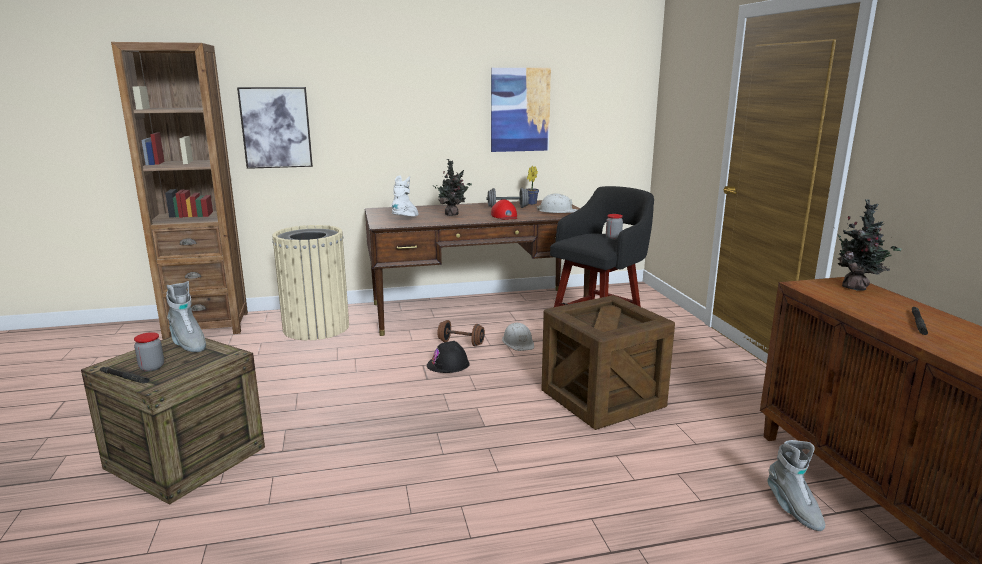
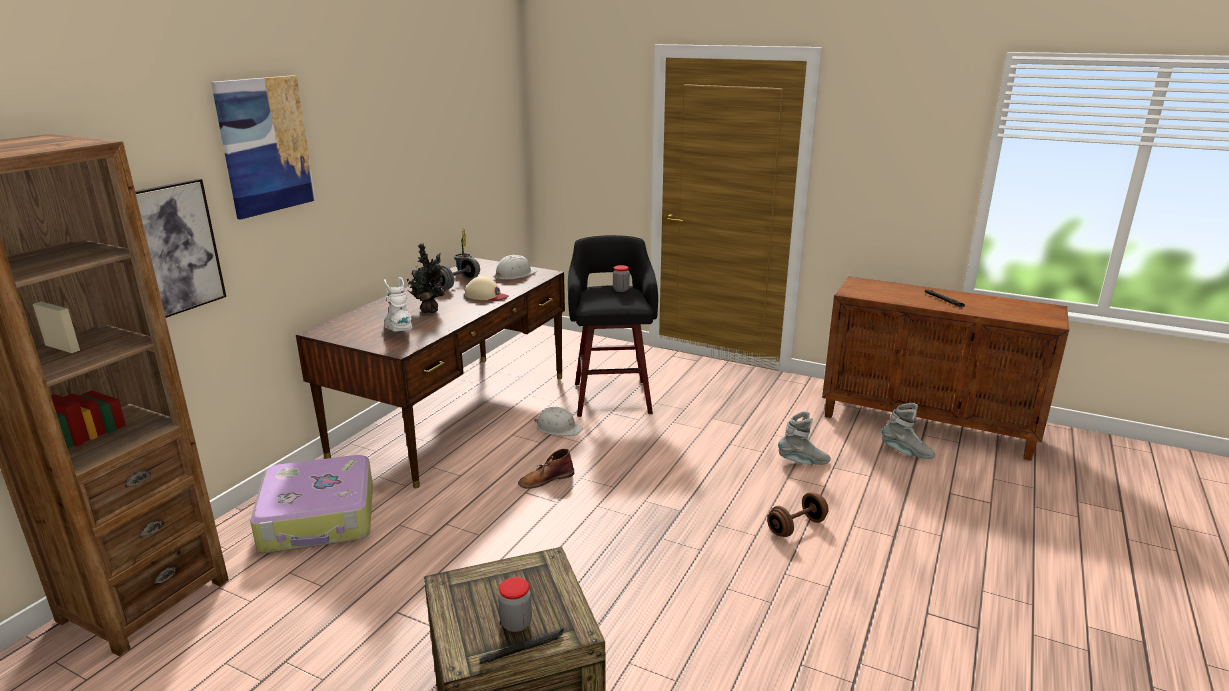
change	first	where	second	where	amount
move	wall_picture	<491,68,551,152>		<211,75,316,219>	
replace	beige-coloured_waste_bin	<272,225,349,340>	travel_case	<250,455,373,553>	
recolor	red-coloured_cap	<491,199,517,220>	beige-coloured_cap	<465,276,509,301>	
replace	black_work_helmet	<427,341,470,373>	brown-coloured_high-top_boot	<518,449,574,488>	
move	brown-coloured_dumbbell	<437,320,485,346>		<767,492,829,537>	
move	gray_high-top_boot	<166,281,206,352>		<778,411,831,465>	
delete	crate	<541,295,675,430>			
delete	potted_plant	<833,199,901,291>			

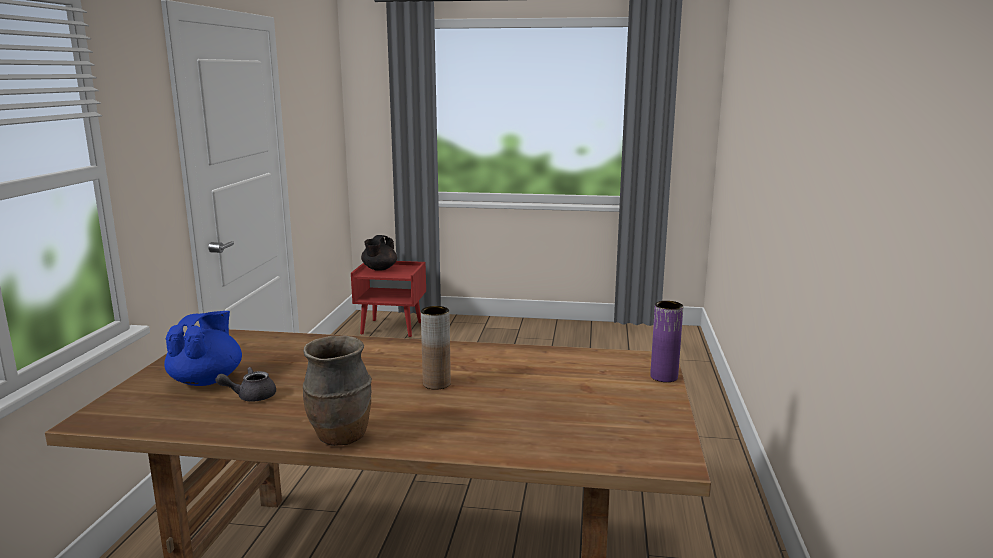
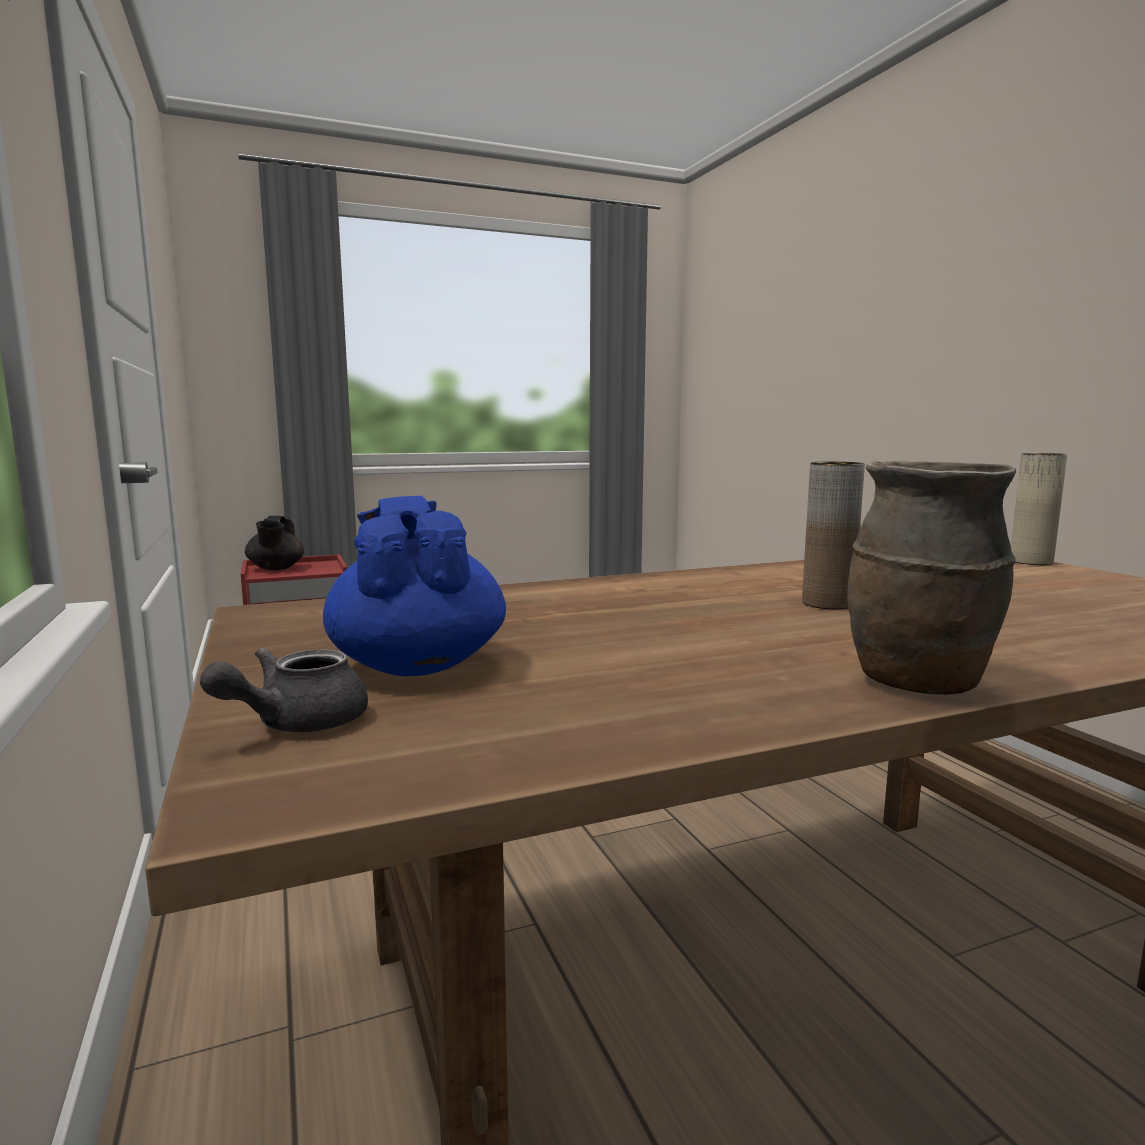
change	first	where	second	where	amount
move	gray_tea_pot	<215,367,276,401>		<200,648,368,732>	
recolor	purplish_decorative_vase	<650,301,683,382>	beige-coloured_decorative_vase	<1011,453,1067,565>	

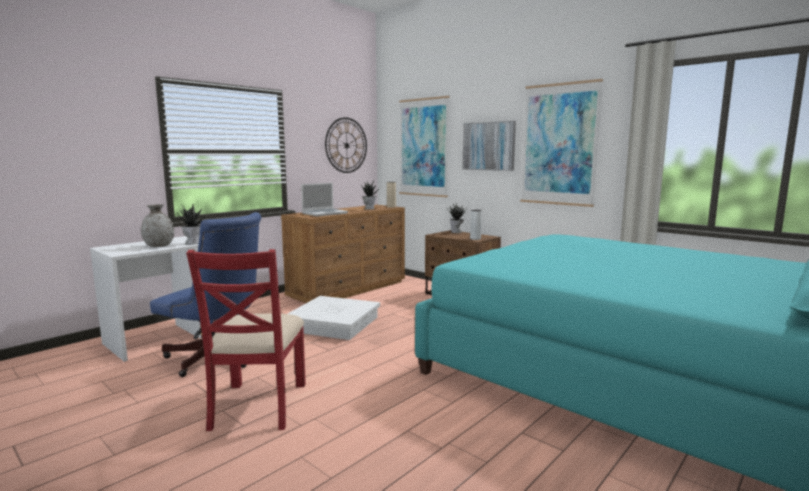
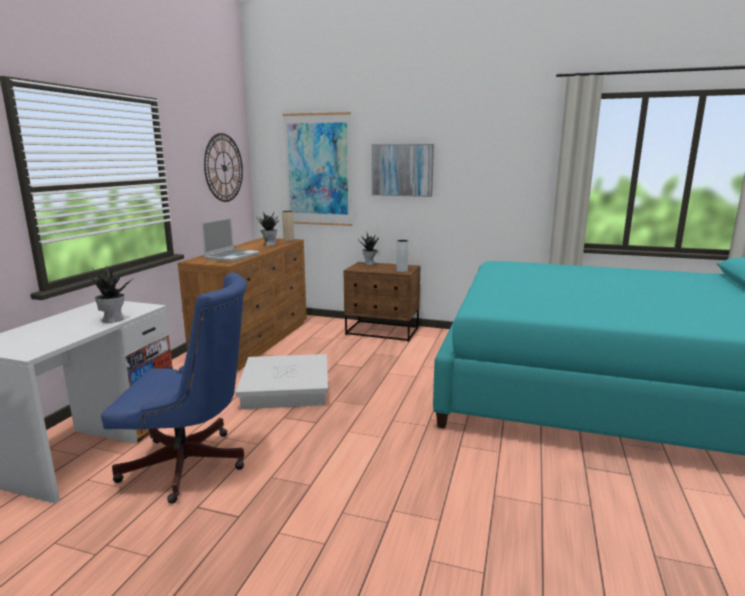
change	first	where	second	where	amount
delete	gray_decorative_vase	<141,204,174,247>			
delete	red-coloured_upright_chair	<186,249,306,431>			
delete	wall_picture	<520,79,603,207>			

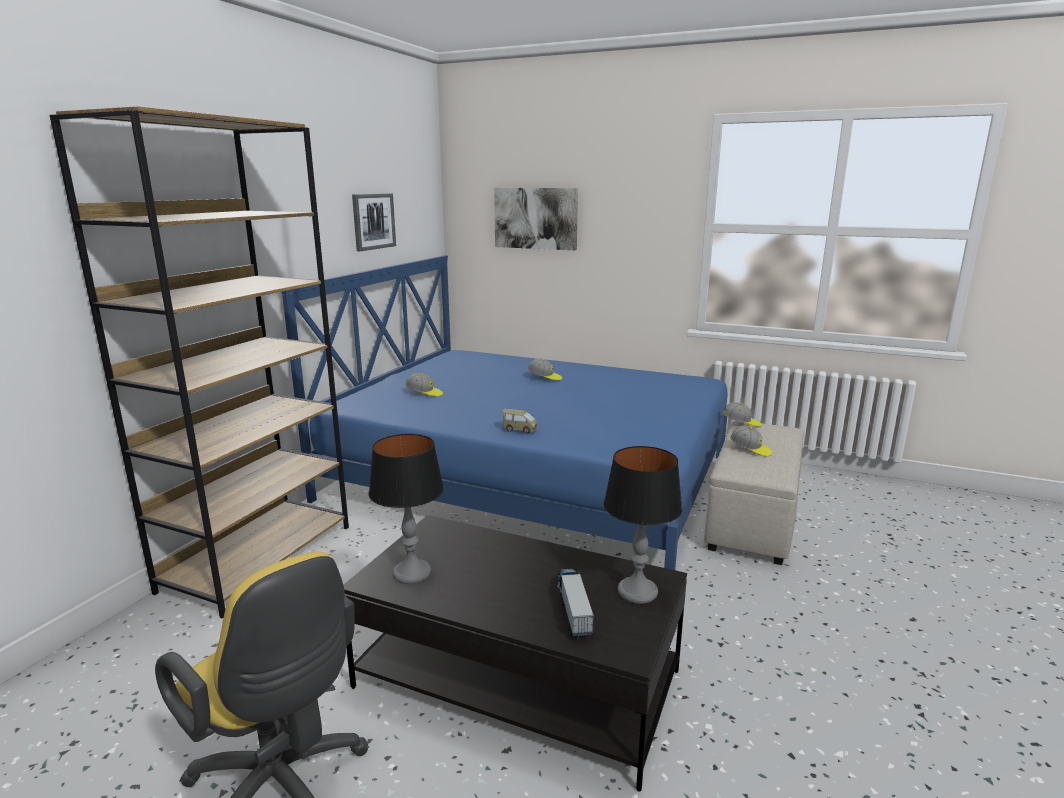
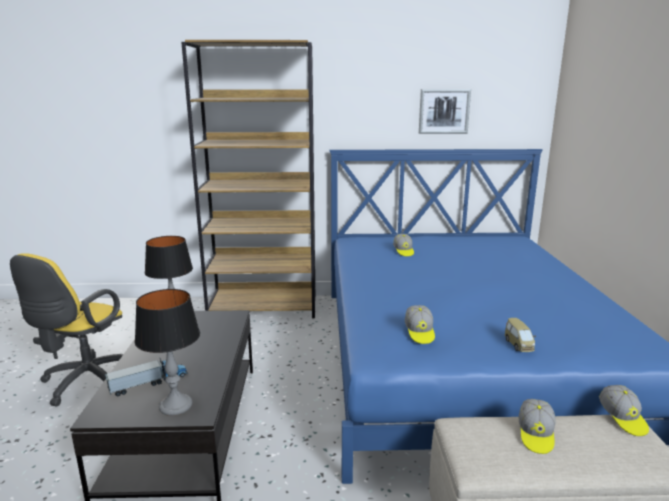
change	first	where	second	where	amount
move	cap	<528,358,562,381>		<405,305,435,344>	
move	miniature_car	<502,409,538,434>		<505,318,536,352>	
delete	wall_picture	<494,188,578,250>			

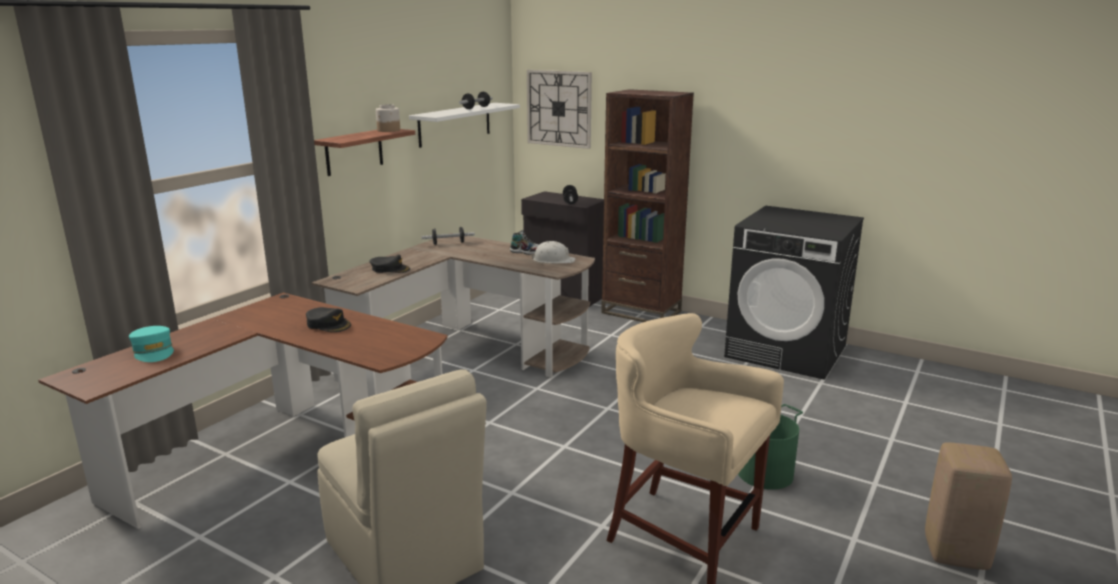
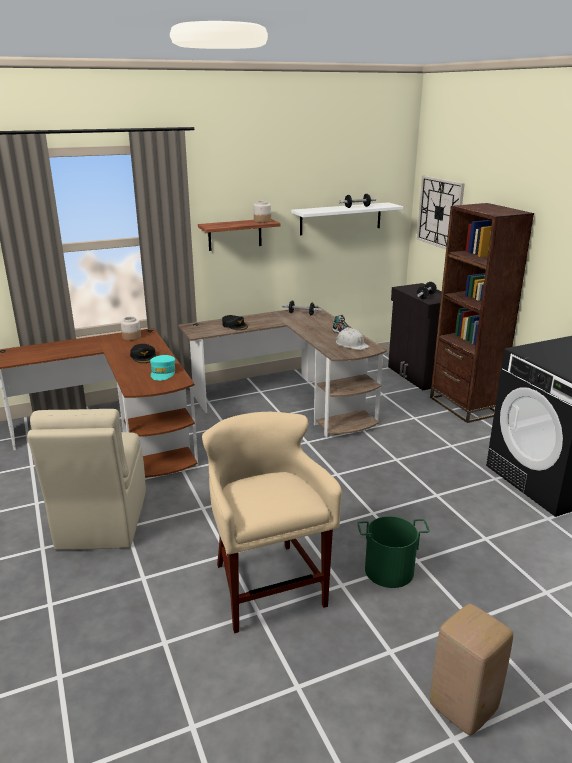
change	first	where	second	where	amount
insert			storage_jar	<121,317,141,341>	
move	turquoise-coloured_cap	<129,326,174,362>		<150,355,175,381>	

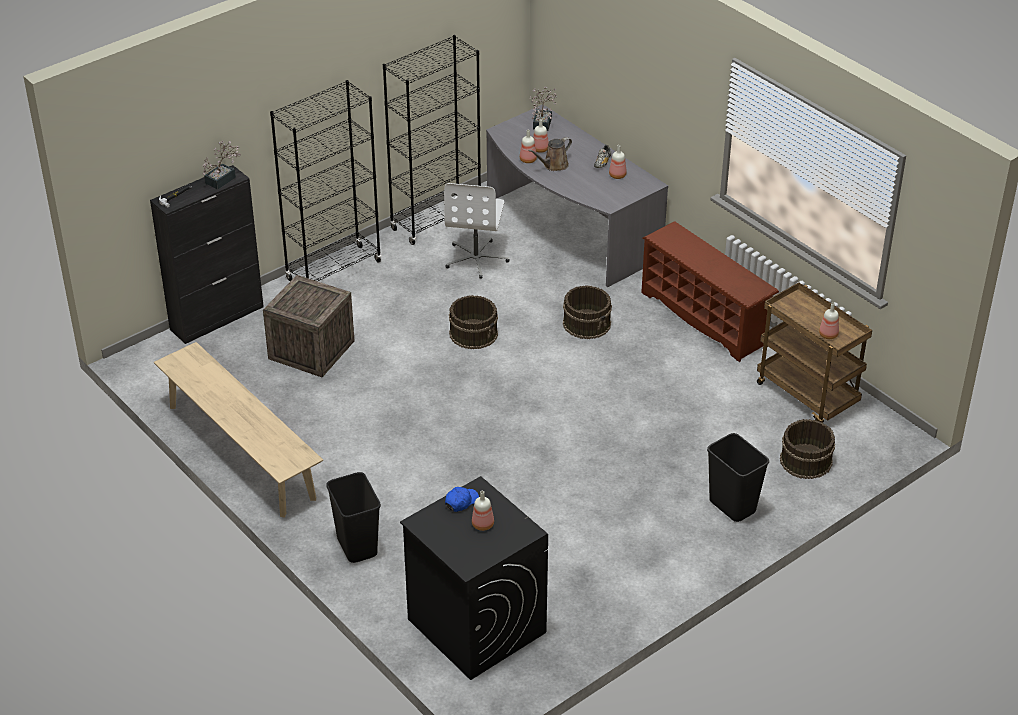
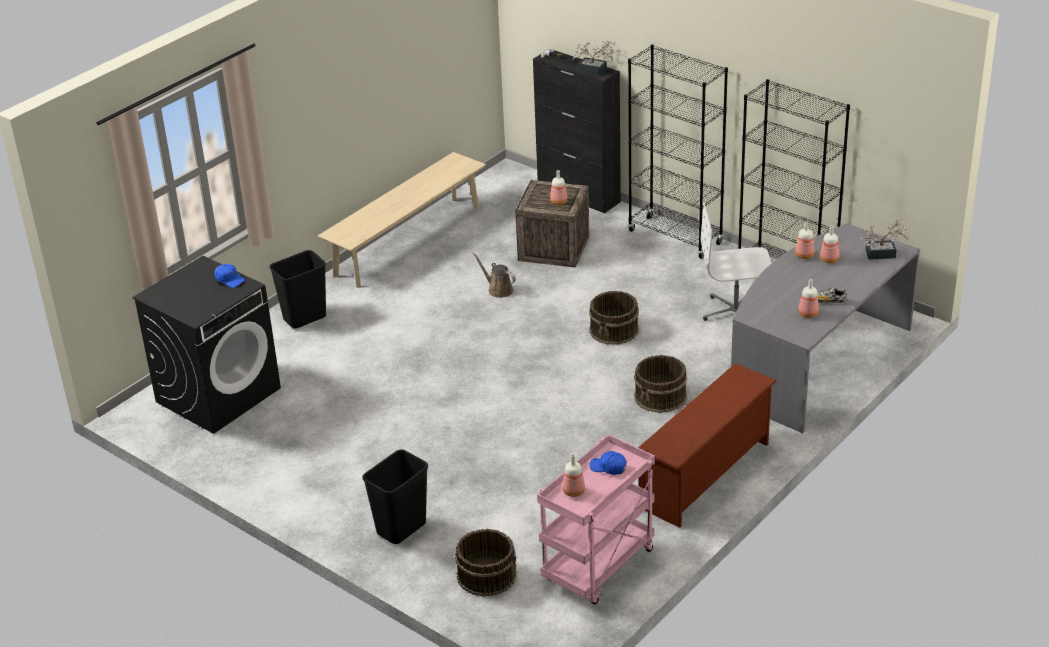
change	first	where	second	where	amount
move	brown-coloured_sprinkling_can	<528,137,572,171>		<472,252,516,298>	
recolor	brown-coloured_wheeled_cart	<757,282,872,423>	pink_wheeled_cart	<537,434,655,605>	
move	bottle	<472,491,494,531>		<550,170,568,205>	
insert			bluish_cap	<590,451,627,475>	

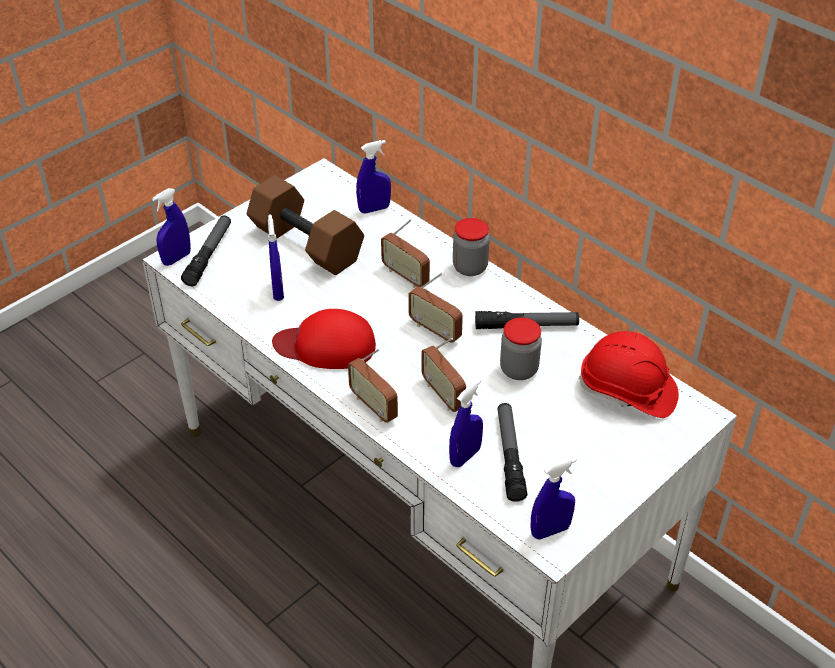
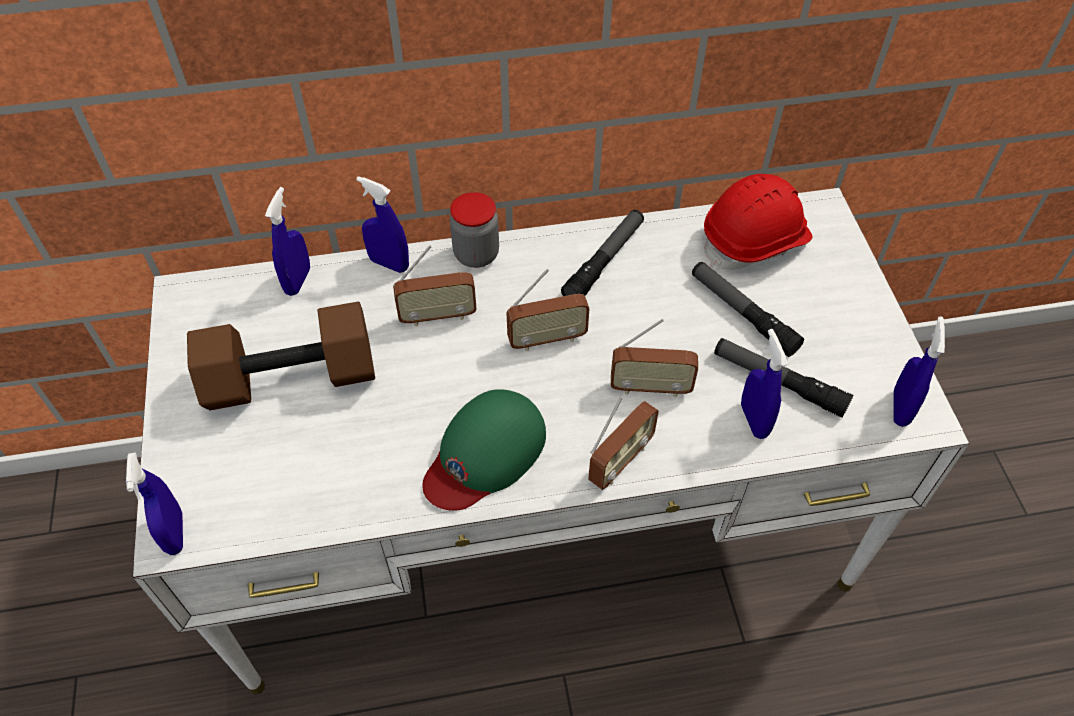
change	first	where	second	where	amount
move	bluish_sprayer	<268,214,284,301>		<356,176,409,273>	
recolor	red-coloured_cap	<272,309,376,369>	green_cap	<422,389,546,511>	
rotate	radio_set	<348,349,398,423>		<588,397,659,490>	45 degrees counterclockwise
move	hand_torch	<181,215,231,286>		<692,262,804,357>	
delete	storage_jar	<500,317,542,380>			

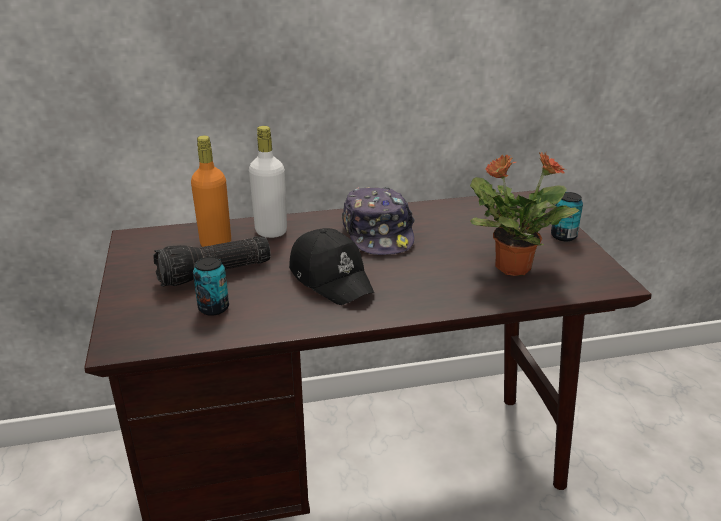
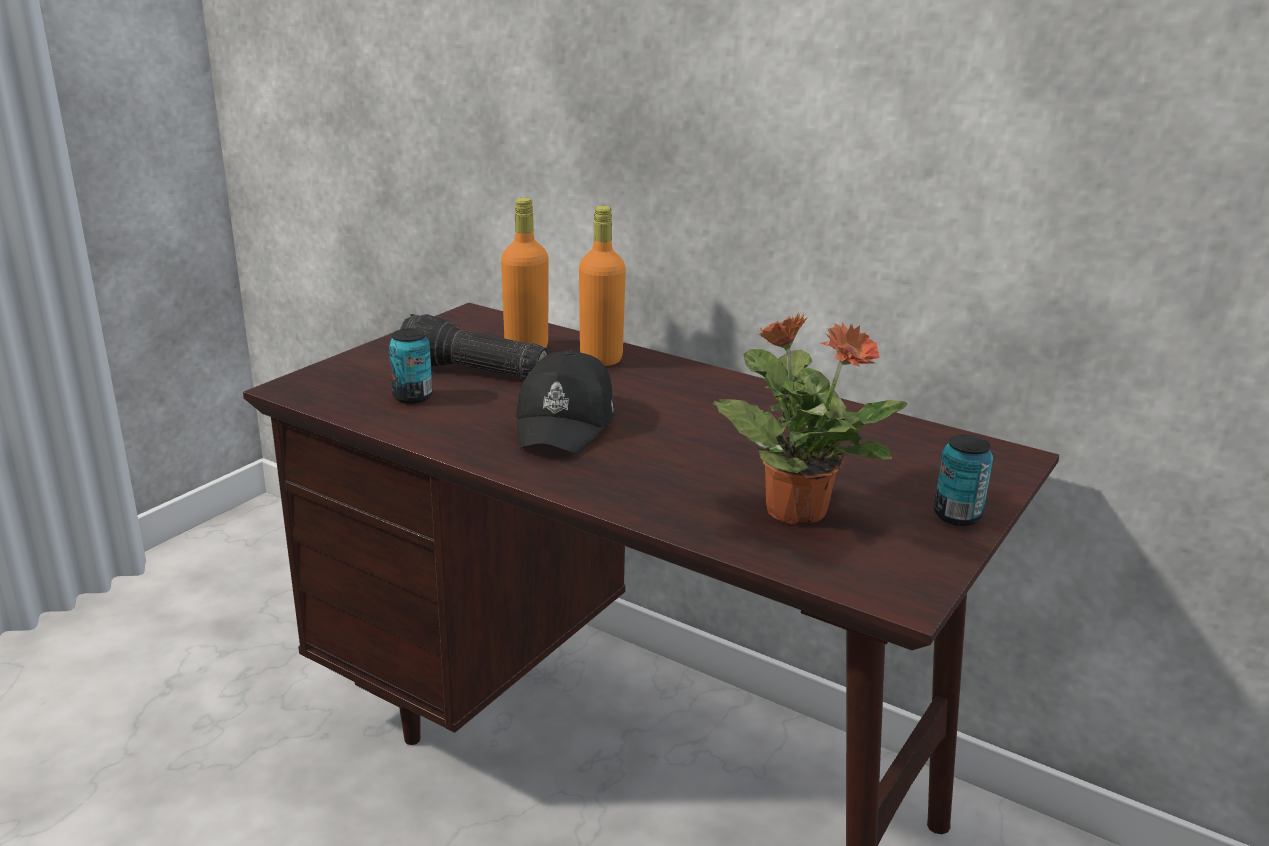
change	first	where	second	where	amount
recolor	whitish_bottle	<249,126,287,238>	orangey_bottle	<579,206,626,366>	
delete	cap	<342,187,415,255>			

